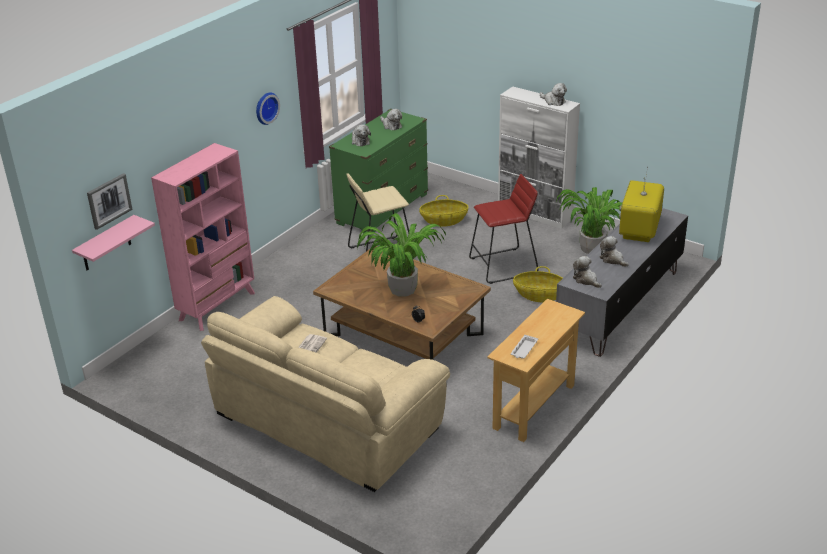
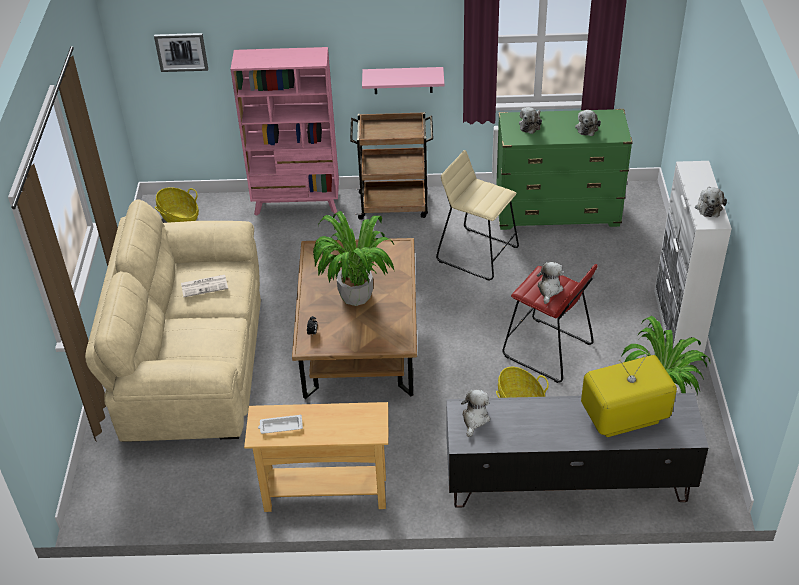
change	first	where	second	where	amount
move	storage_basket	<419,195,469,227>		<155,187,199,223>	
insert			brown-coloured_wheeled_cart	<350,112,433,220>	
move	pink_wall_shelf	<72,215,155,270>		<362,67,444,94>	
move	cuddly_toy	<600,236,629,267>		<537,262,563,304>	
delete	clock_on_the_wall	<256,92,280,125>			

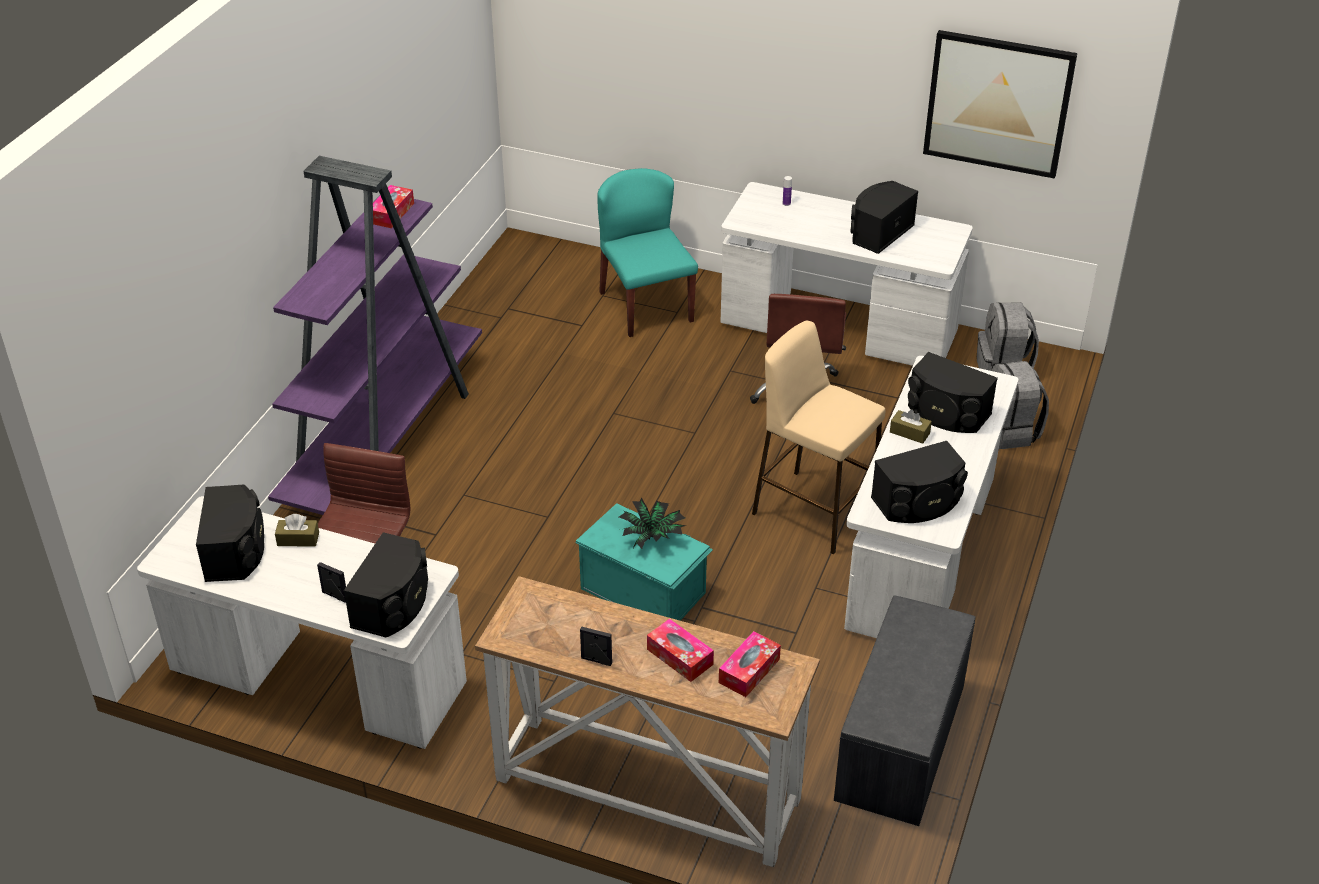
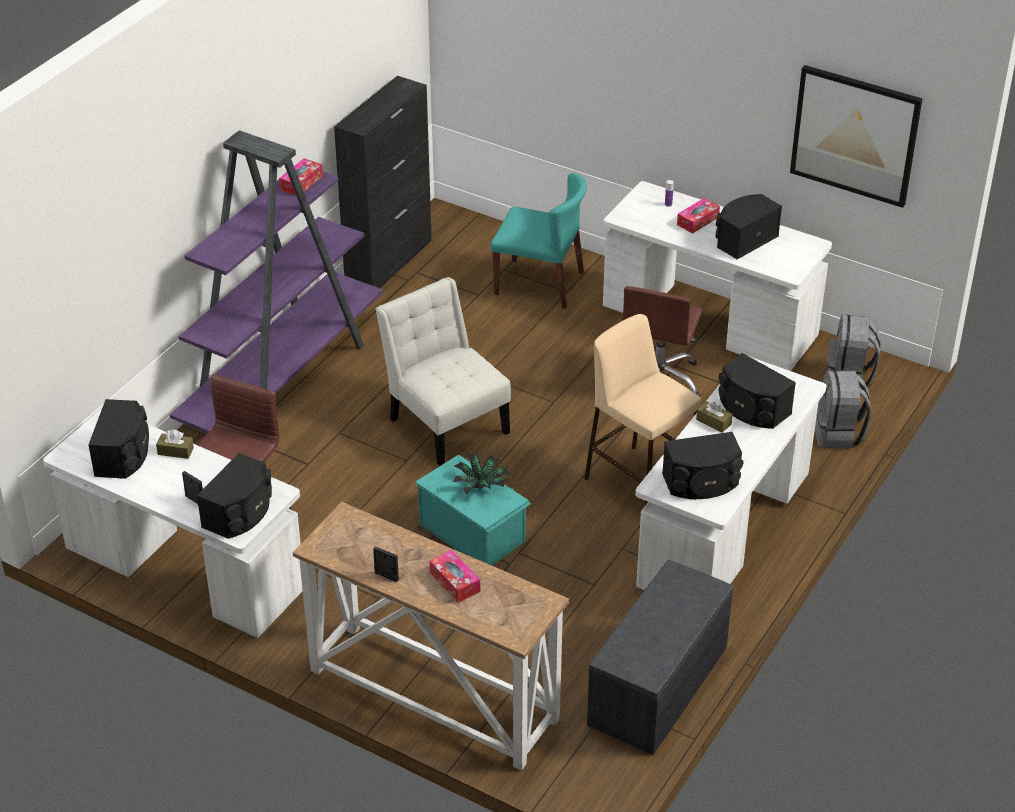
change	first	where	second	where	amount
insert			black_cupboard	<334,76,432,288>	
insert			whitish_upright_chair	<376,277,511,466>	
rotate	turquoise-coloured_upright_chair	<597,168,698,337>		<491,173,587,309>	120 degrees clockwise
move	tissue_box	<719,631,781,697>		<677,198,720,234>	

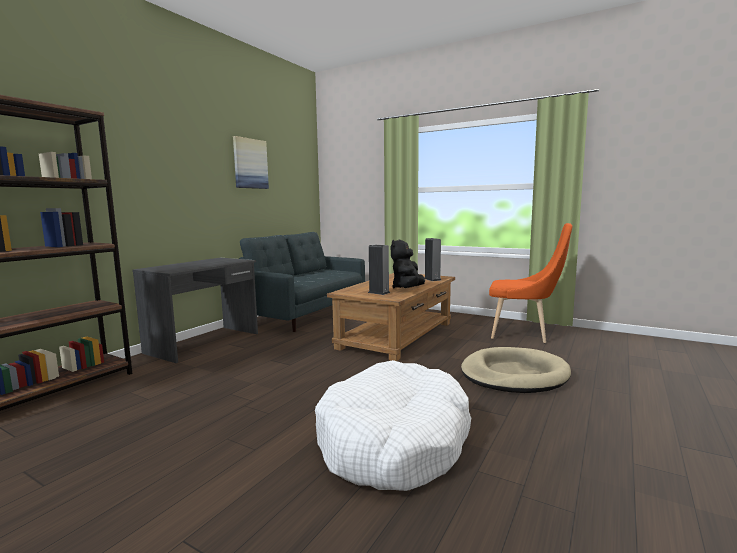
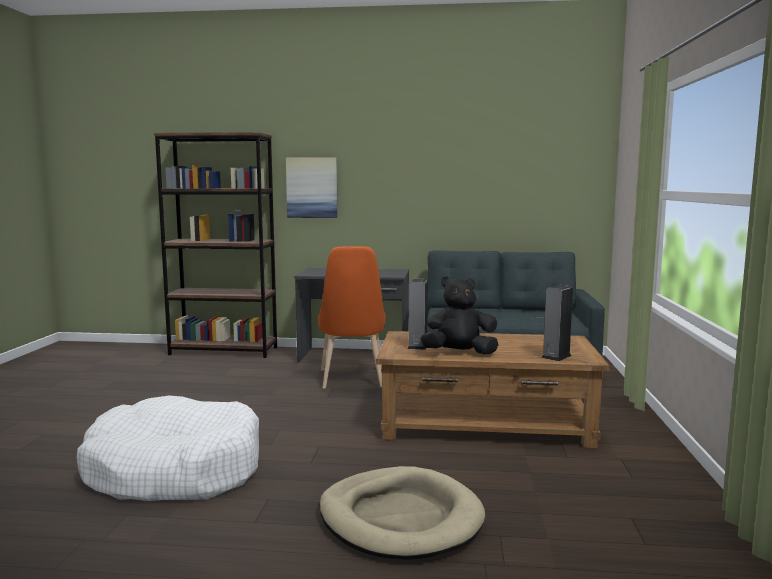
change	first	where	second	where	amount
move	wall_picture	<233,136,269,189>		<286,157,338,218>	
move	orangey_upright_chair	<489,223,572,343>		<318,246,386,389>	

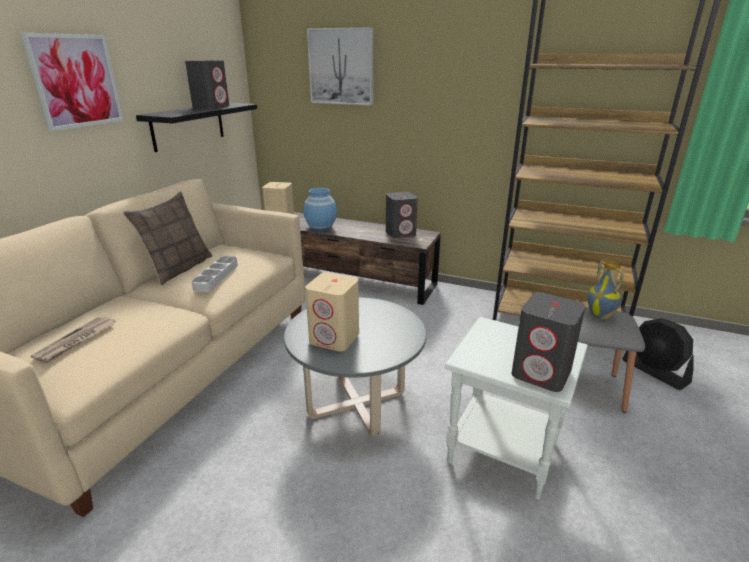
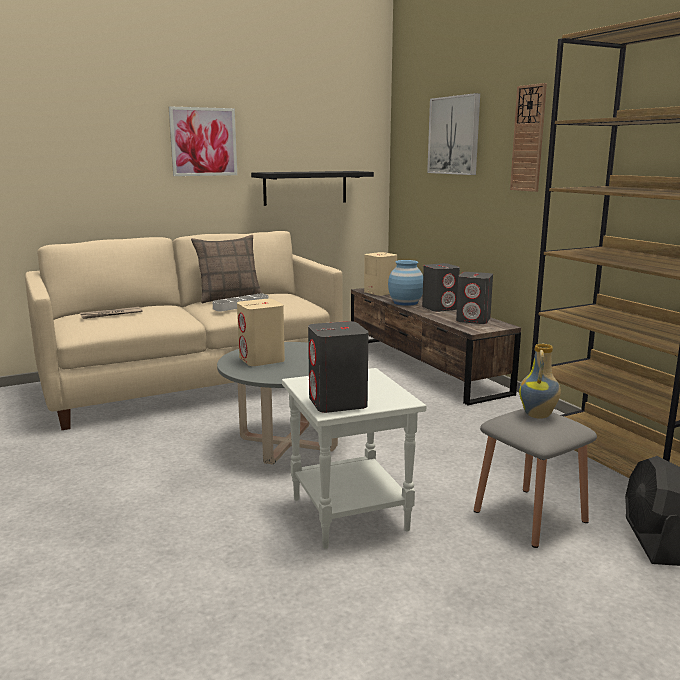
change	first	where	second	where	amount
move	gray_loudspeaker	<185,60,229,109>		<422,263,460,312>	
insert			clock_on_the_wall	<510,83,547,192>	

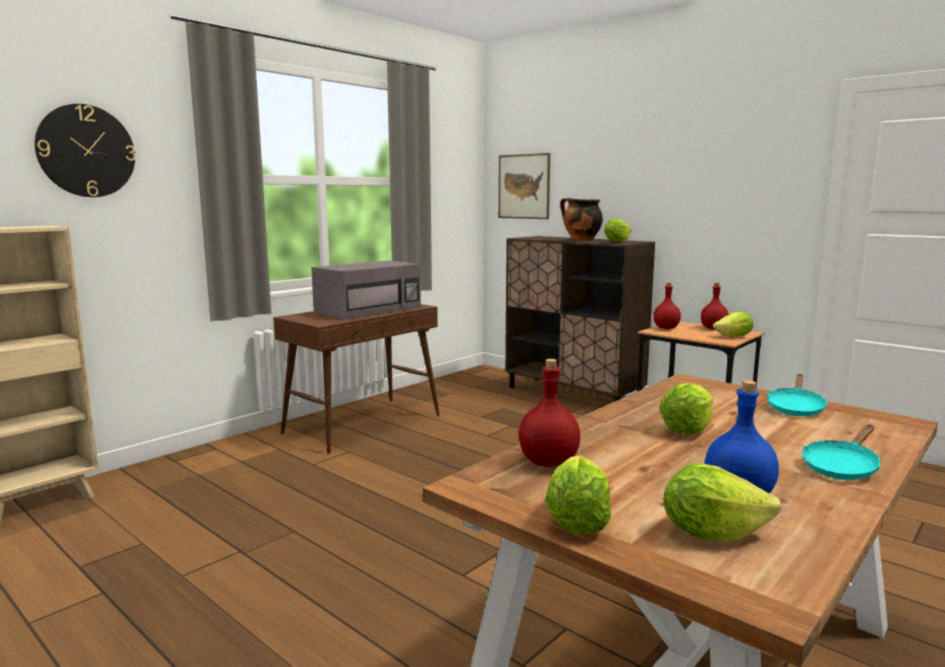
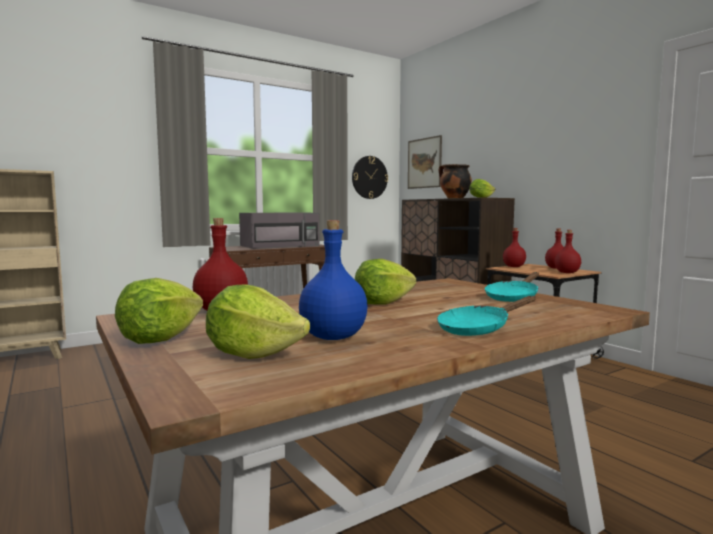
change	first	where	second	where	amount
move	clock_on_the_wall	<35,104,136,197>		<352,156,388,199>	
replace	head_of_lettuce	<713,311,753,337>	red-coloured_bottle	<554,230,581,273>	

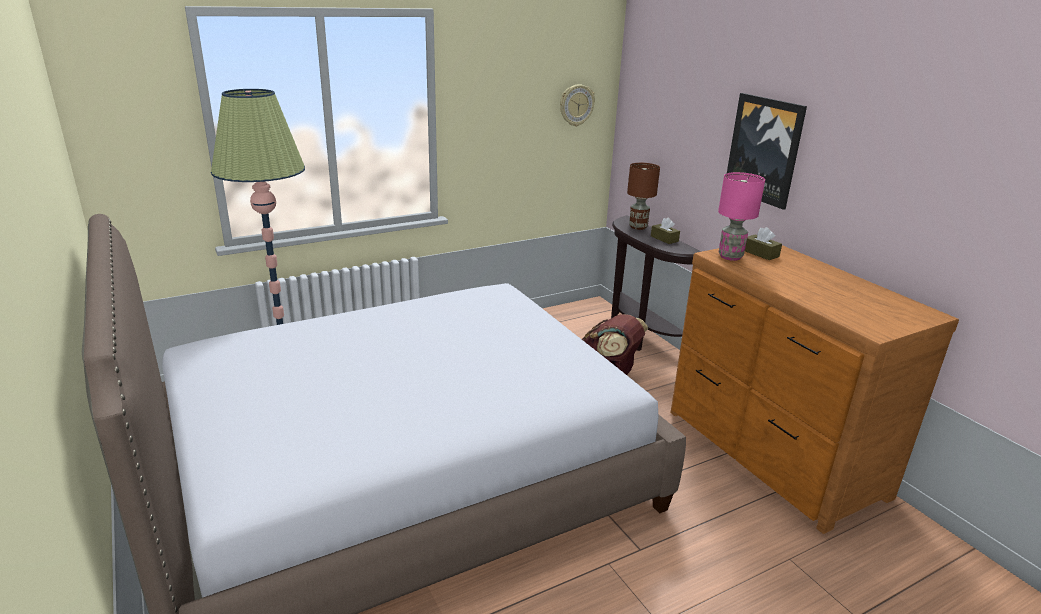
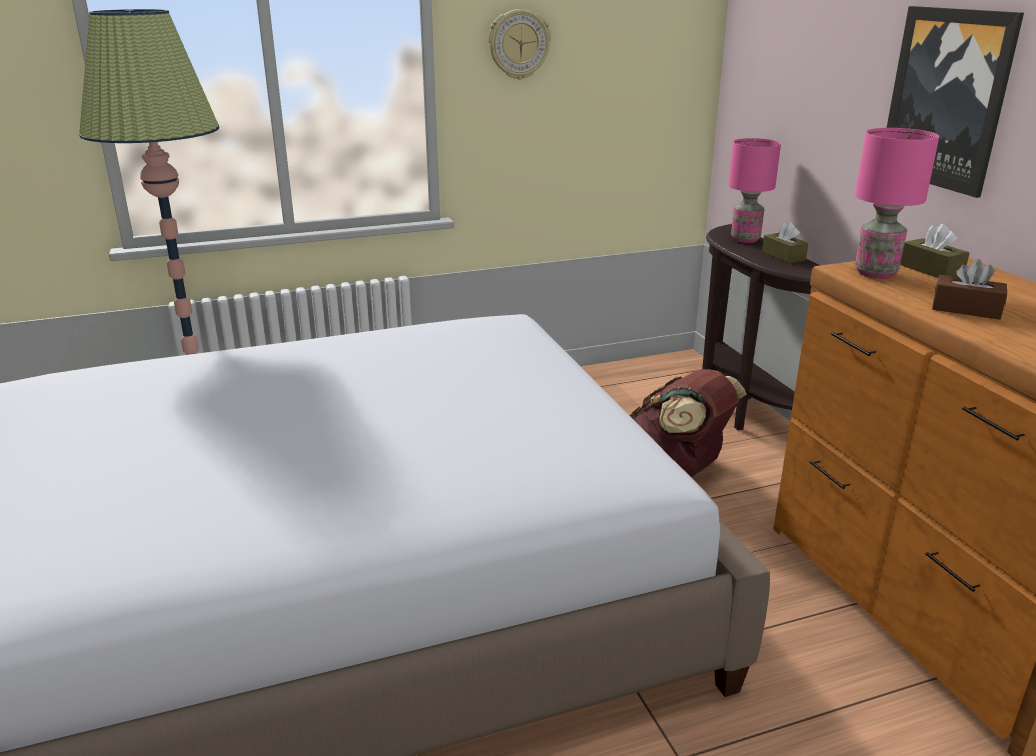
change	first	where	second	where	amount
move	clock_on_the_wall	<560,84,595,127>		<488,9,551,80>	
recolor	brown-coloured_lamp_for_a_table	<627,163,660,230>	pink_lamp_for_a_table	<728,138,781,243>	
insert			brown-coloured_tissue_box	<932,259,1007,320>	

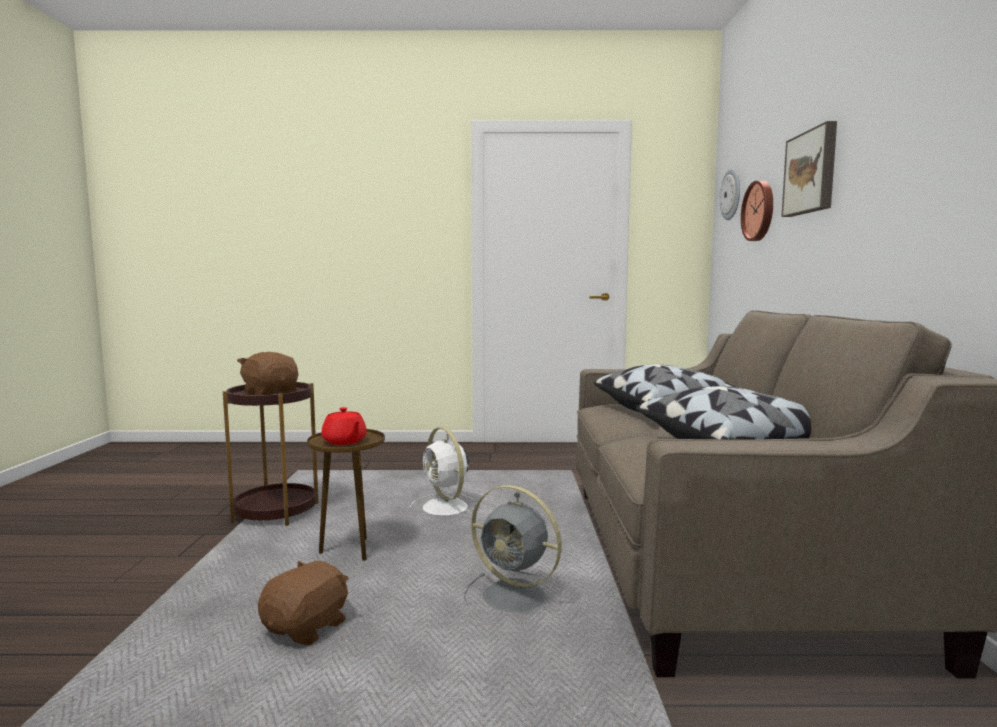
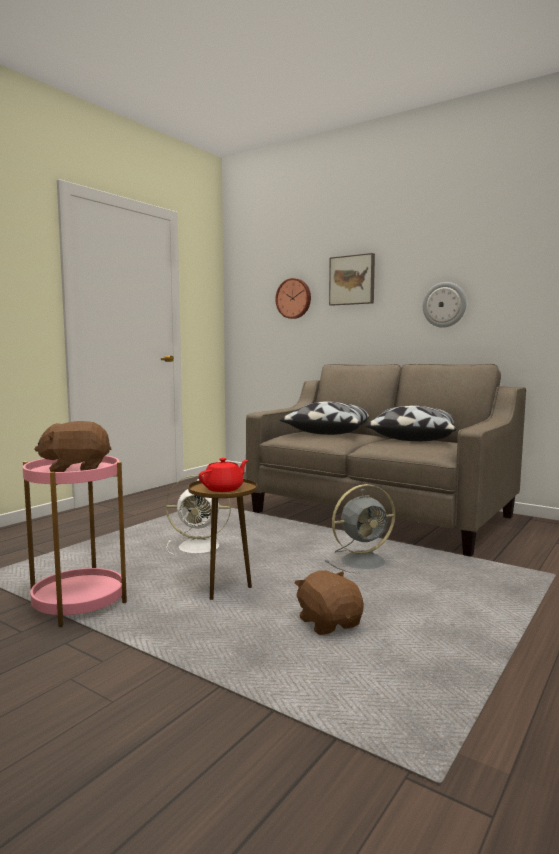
change	first	where	second	where	amount
recolor	brown-coloured_end_table	<223,382,318,526>	pink_end_table	<23,456,127,627>	
rotate	red-coloured_tea_pot	<321,407,367,445>		<199,458,248,492>	45 degrees counterclockwise
move	clock_on_the_wall	<720,168,740,220>		<423,282,466,328>	

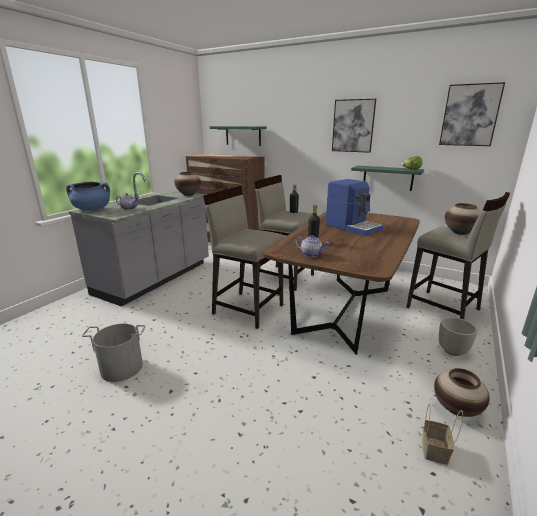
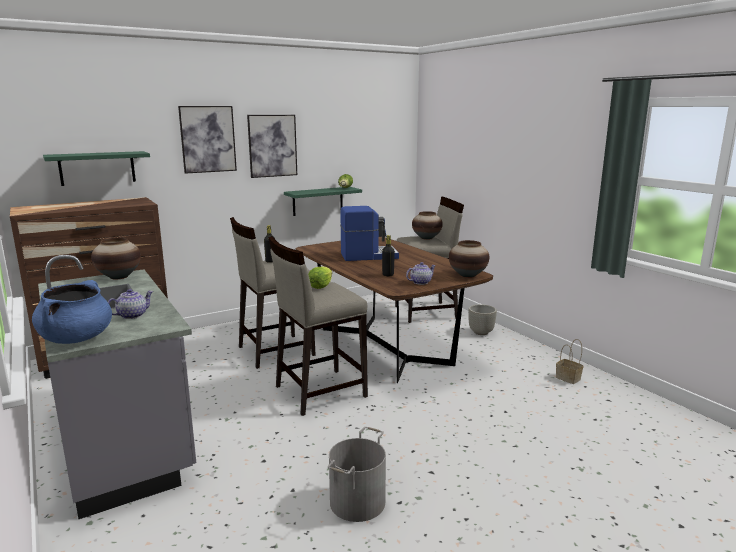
change	first	where	second	where	amount
move	wall_picture	<439,82,505,146>		<178,106,237,174>	
insert			head_of_lettuce	<308,266,332,289>	
move	decorative_vase	<434,368,490,417>		<449,240,489,278>	

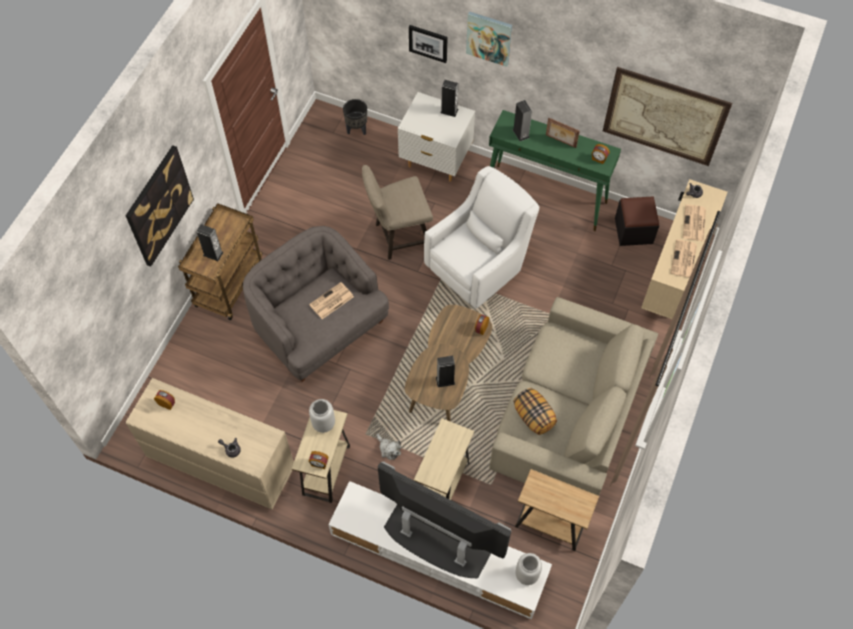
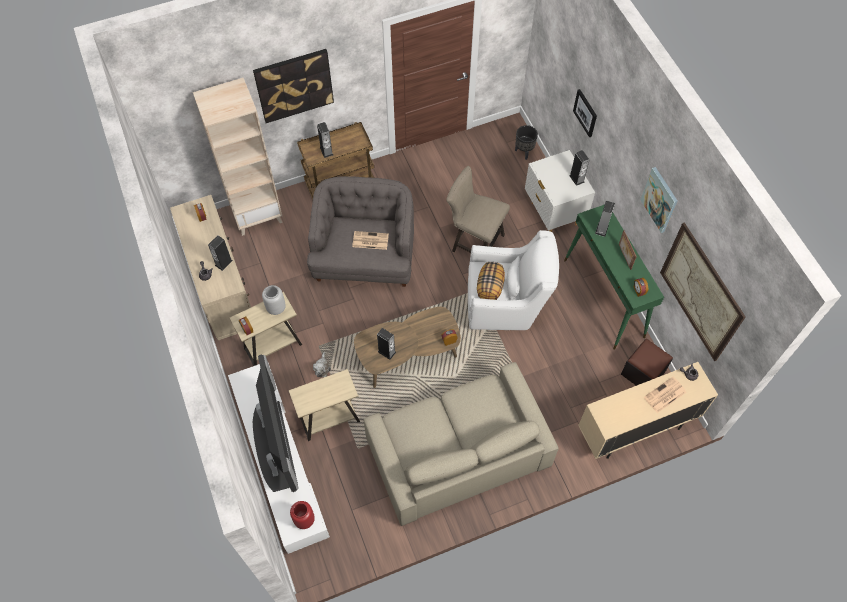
change	first	where	second	where	amount
insert			beige-coloured_bookcase	<193,78,283,236>	
insert			loudspeaker	<208,235,233,271>	
recolor	gray_decorative_vase	<515,553,542,585>	red-coloured_decorative_vase	<290,501,315,529>	
move	cushion	<513,388,557,435>		<477,262,505,300>	
move	wall_picture	<466,11,512,67>		<641,167,678,233>	
delete	brown-coloured_end_table	<515,469,599,551>			
delete	newspaper	<671,239,697,278>			

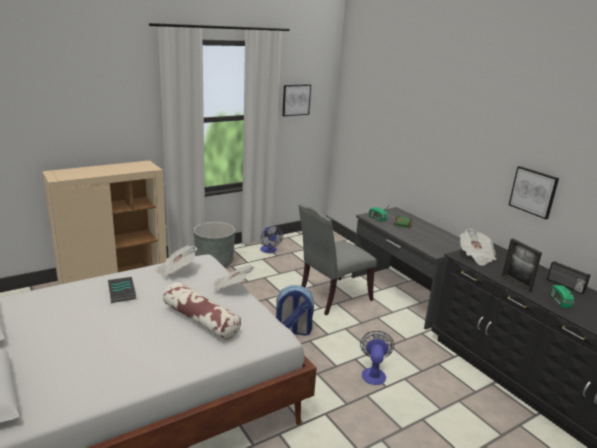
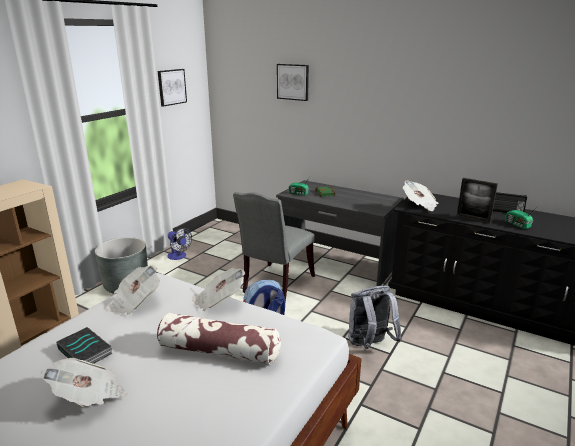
change	first	where	second	where	amount
insert			newspaper	<41,358,127,407>	
move	wall_picture	<509,166,559,219>		<277,64,309,101>	
replace	fan	<360,331,394,385>	gray_backpack	<348,286,402,349>	

